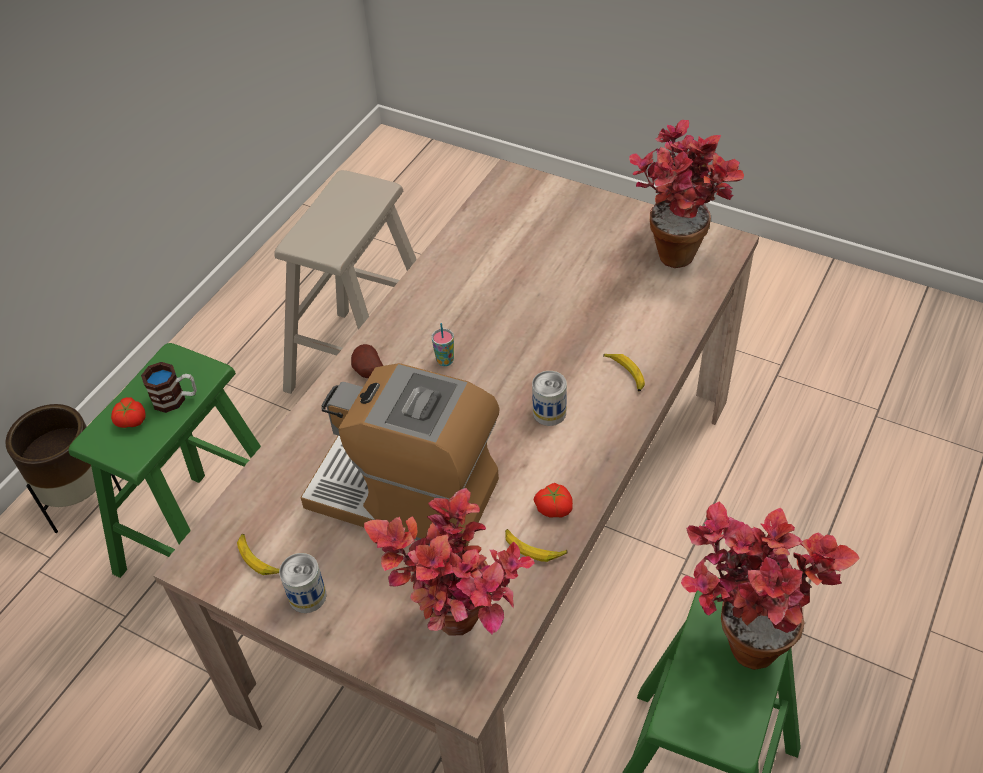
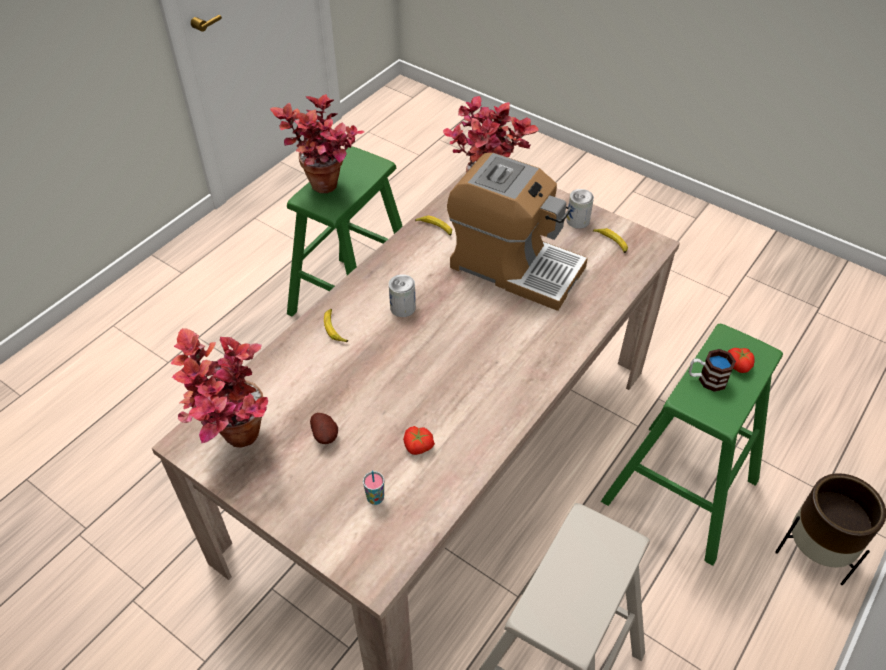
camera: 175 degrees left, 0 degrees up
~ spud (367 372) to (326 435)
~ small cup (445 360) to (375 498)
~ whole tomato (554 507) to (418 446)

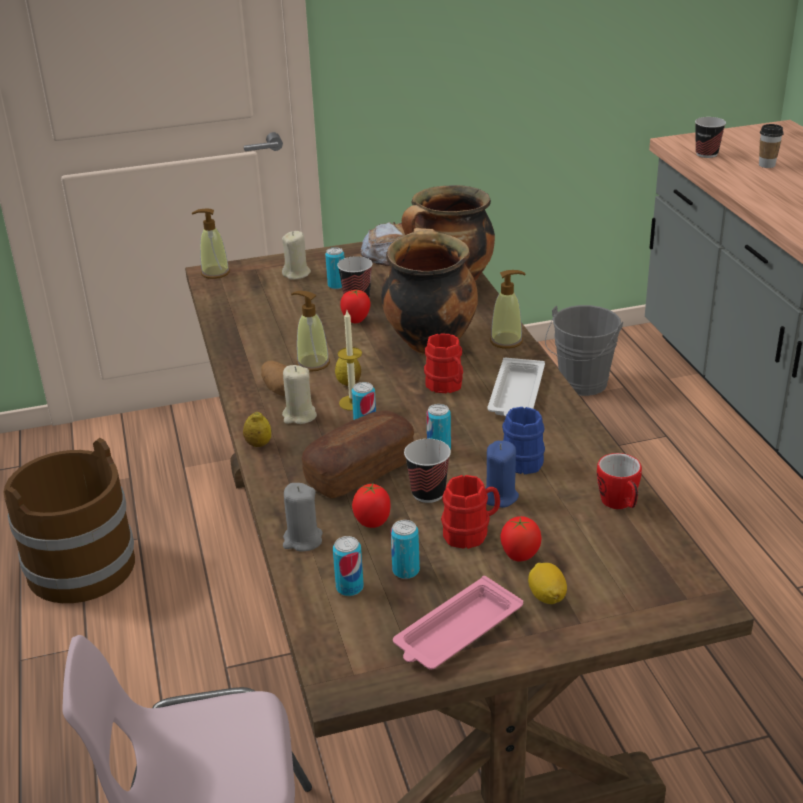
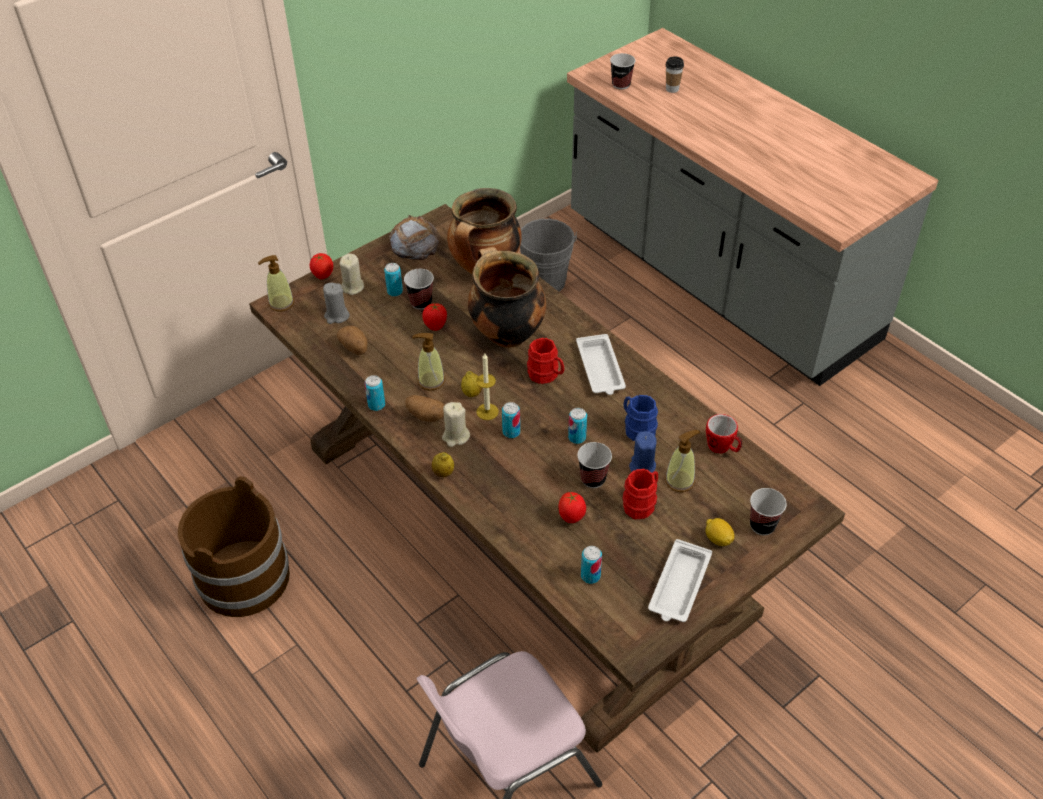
camera: 25 degrees left, 15 degrees up
~ greyish wax light (302 540) to (336 316)
- bread (360 471)
~ sealed can (406 571) to (376 405)
~ pink carrying tray (456 632) to whitish carrying tray (679 586)
~ soap dispenser (506 341) to (680 481)
~ whole tomato (519 557) to (323 276)
+ spud (355 348)
+ small cup (762 525)

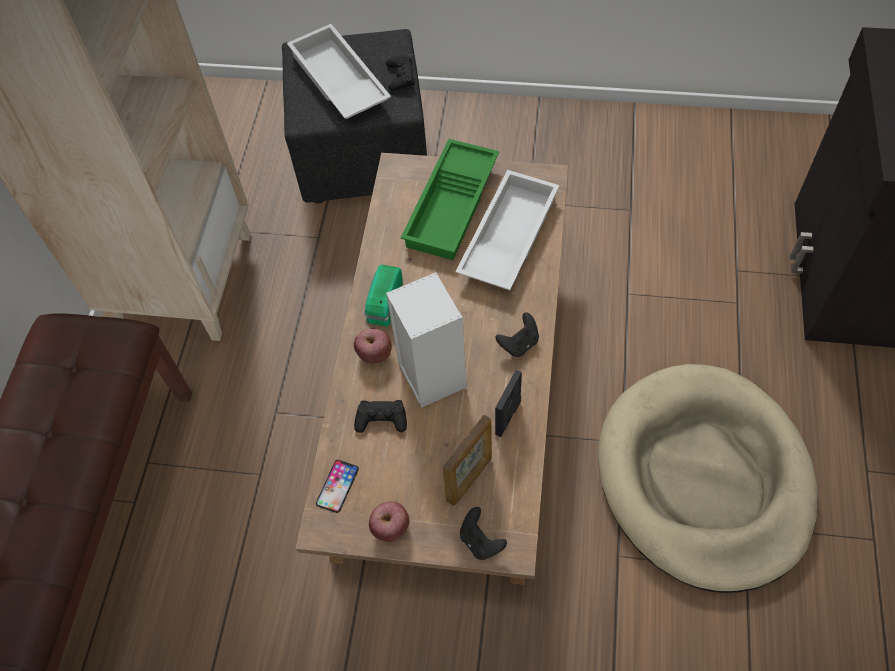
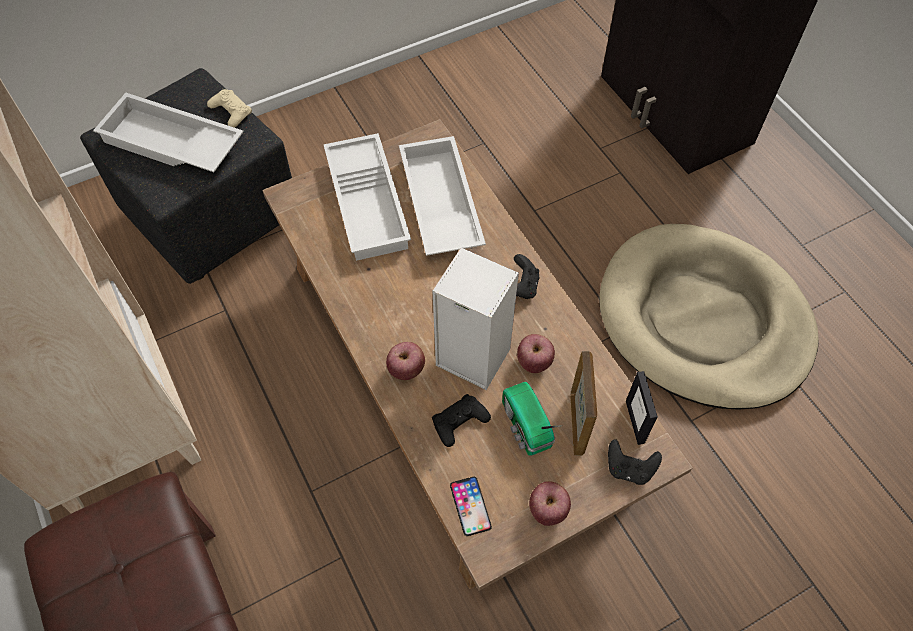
camera: 40 degrees left, 0 degrees up
~ radio receiver (383 304) to (525 427)
~ black-coloured game controller (400 76) to sand-coloured game controller (231 111)
~ greenish carrying tray (453 206) to whitish carrying tray (369 203)
~ picture frame (508 417) to (635 422)
+ whole apple (534 362)

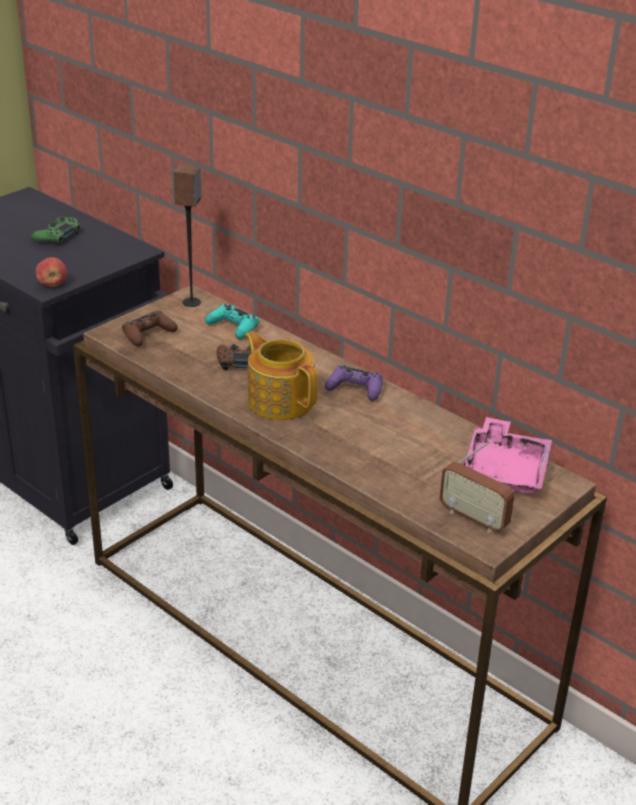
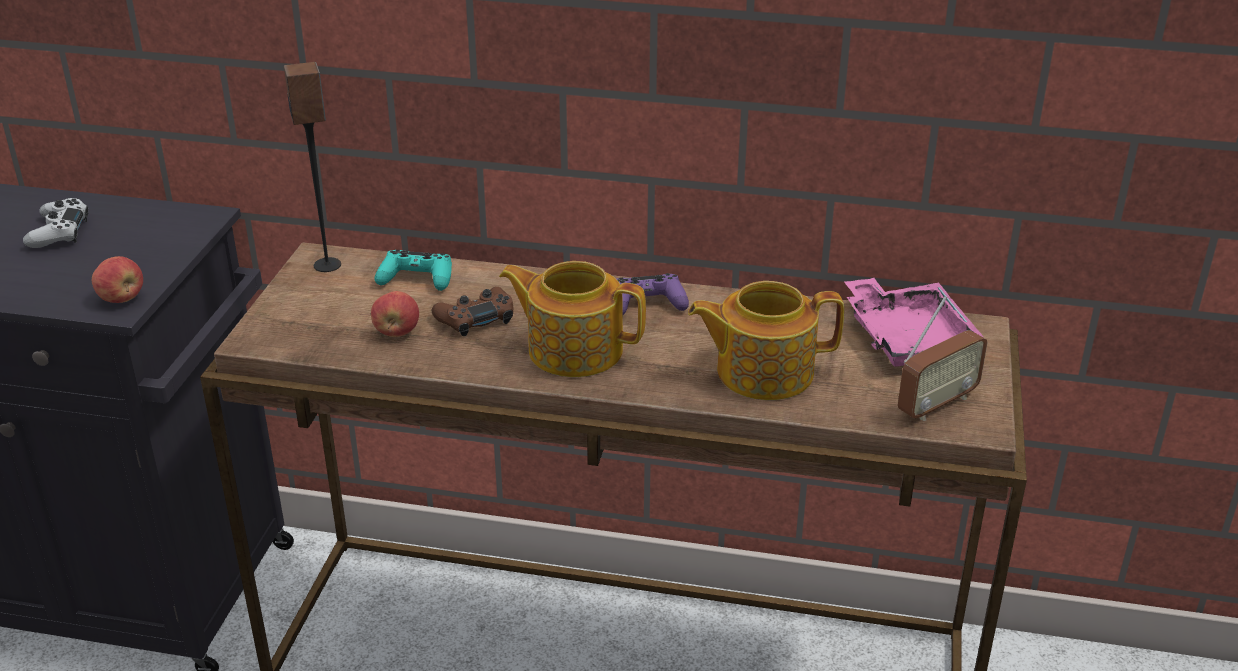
camera: 30 degrees left, 0 degrees up
~ greenish game controller (57 236) to whitish game controller (59 232)
- brown game controller (148 334)
~ radio receiver (473 518) = (936 404) 45 degrees counterclockwise
+ whole apple (397 332)
+ pot for tea (762 371)

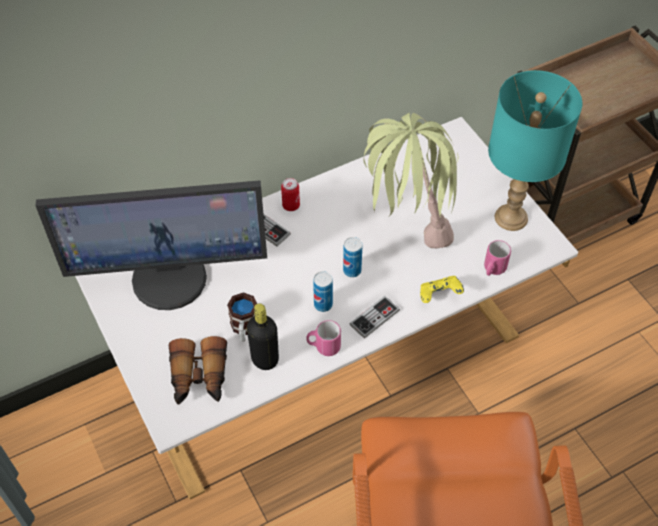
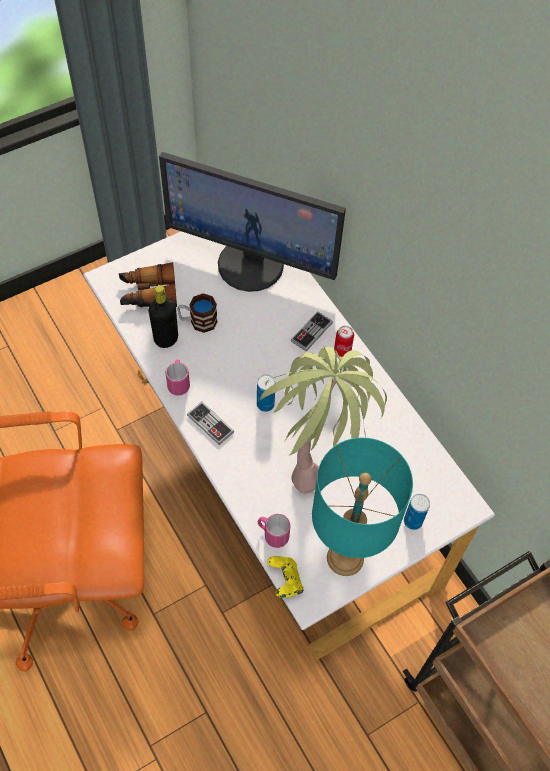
camera: 85 degrees right, 5 degrees up
~ computer screen (170 277) = (252 263) 60 degrees counterclockwise
~ sealed can (323 305) to (413 521)
~ yellow game controller (439 295) to (285 581)

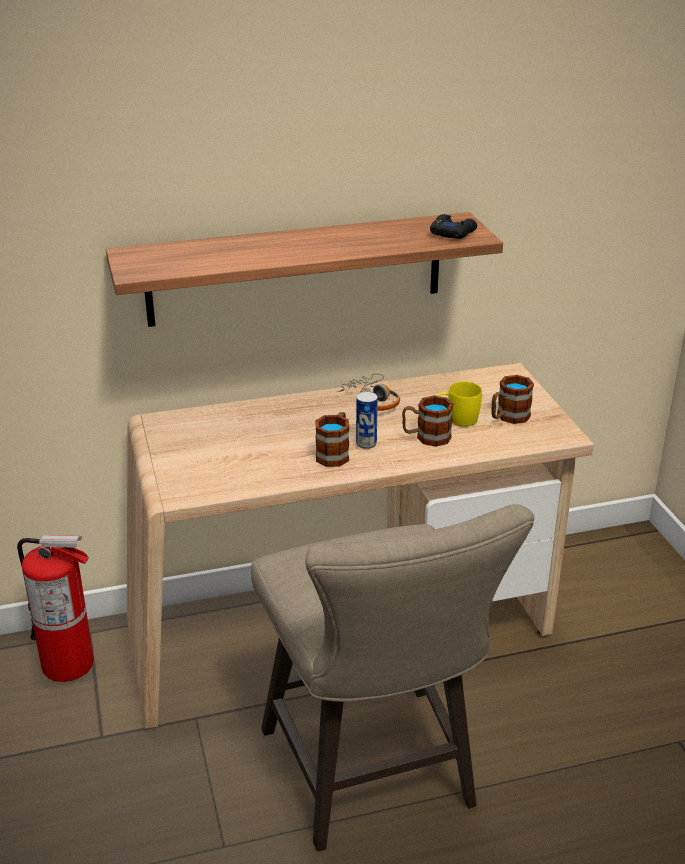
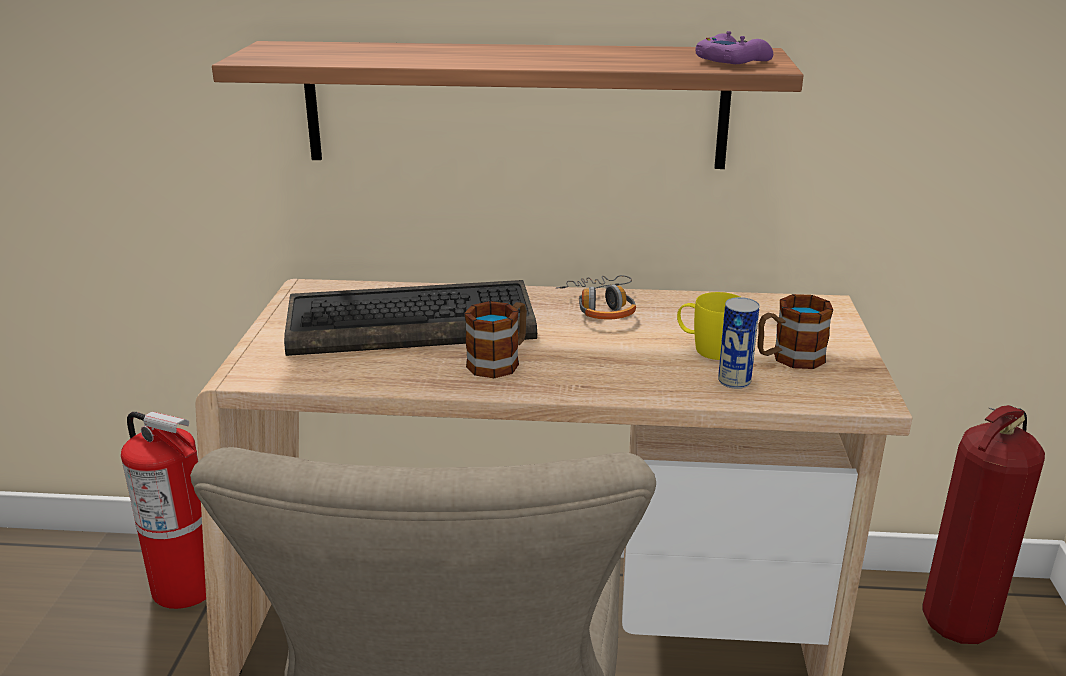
camera: 20 degrees right, 5 degrees down
~ sealed can (366 443) to (734 381)
- mug (426 437)
~ black-coloured game controller (452 233) to purple-coloured game controller (732 61)
+ computer keyboard (413 323)
+ extinguisher (960 623)

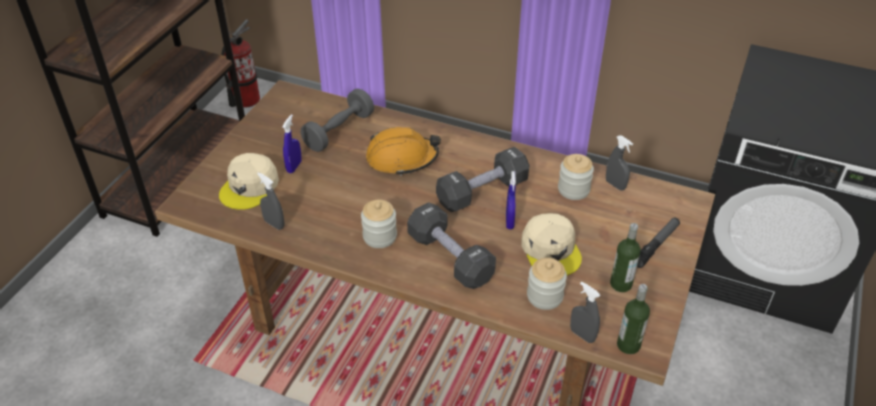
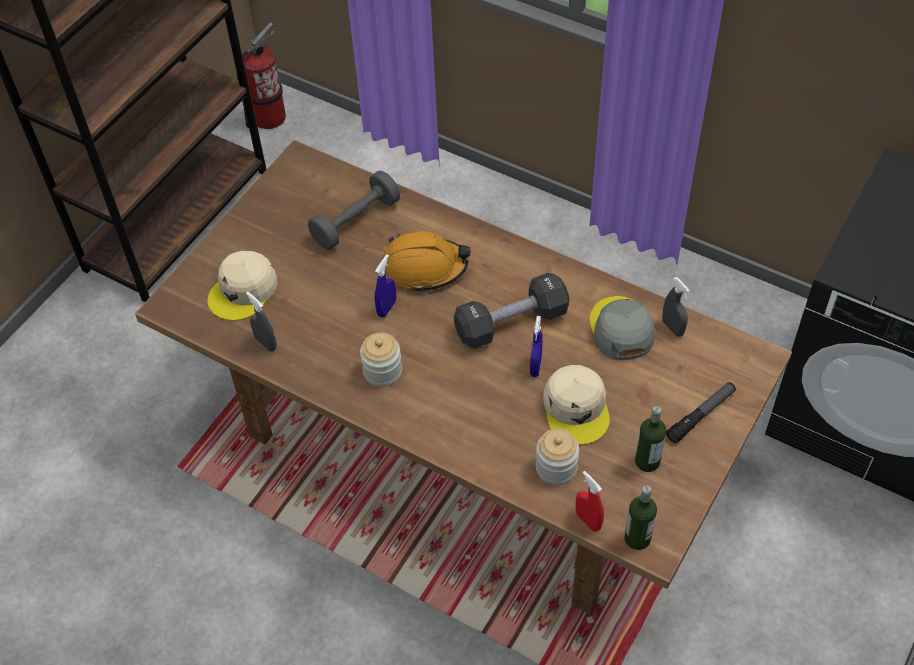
camera: 10 degrees right, 10 degrees up
~ blue-coloured spray bottle (294 167) to (386 308)
- black-coloured free weight (450 258)
~ storage jar (573 189) to greyish baseball cap (621 329)
~ greyish spray bottle (582 335) to red spray bottle (588 520)

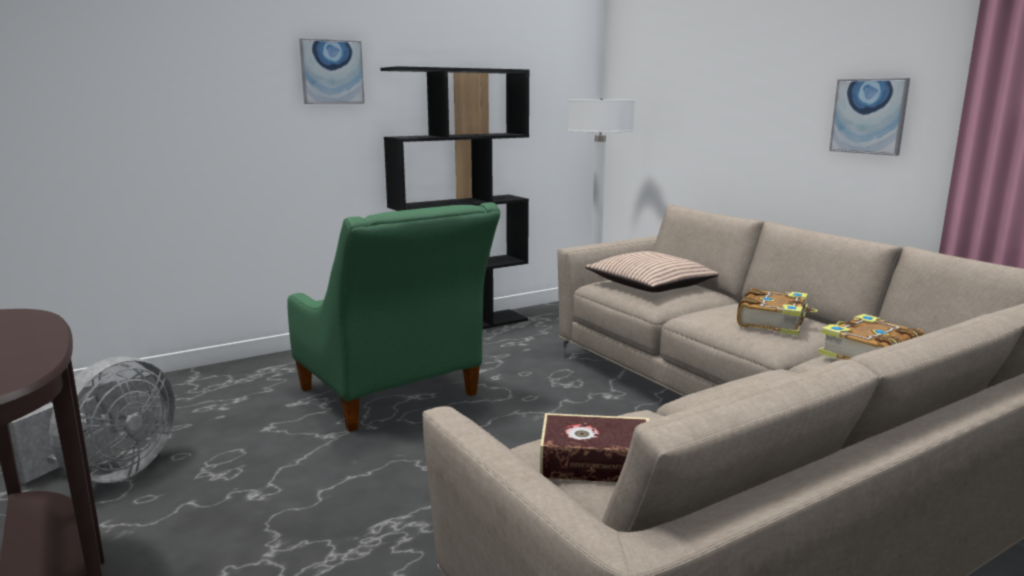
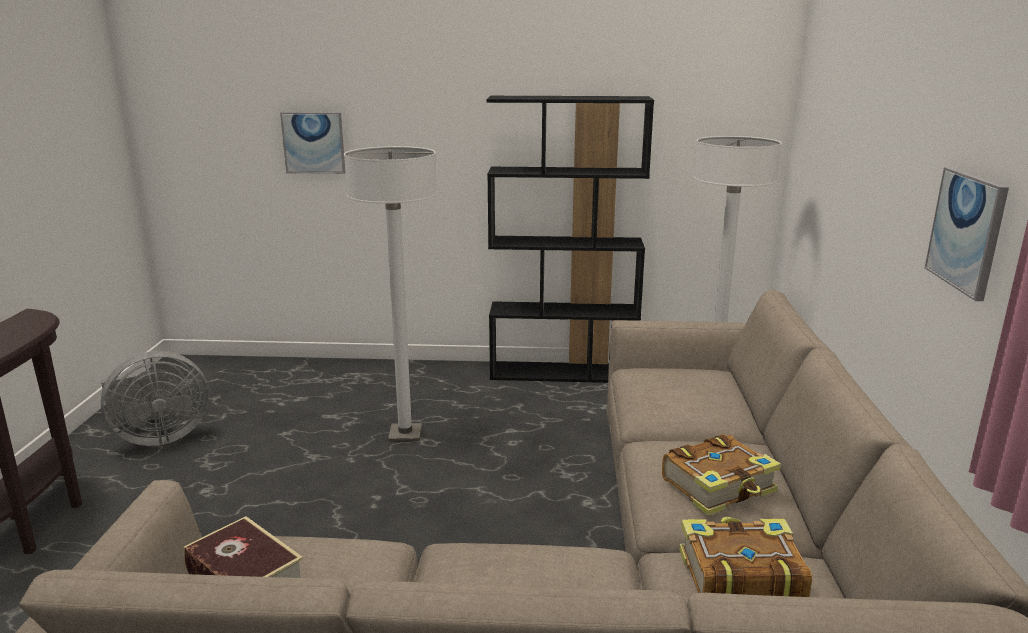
camera: 35 degrees right, 5 degrees up
~ greenish easy chair (394 396) to whitish standard lamp (405 434)
~ picture (332 72) to (313 142)
- pillow (650 285)

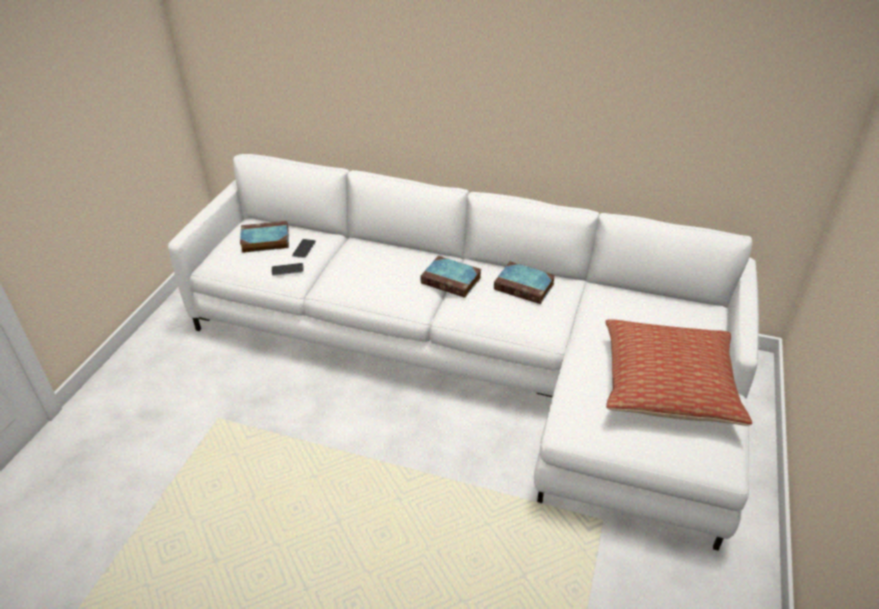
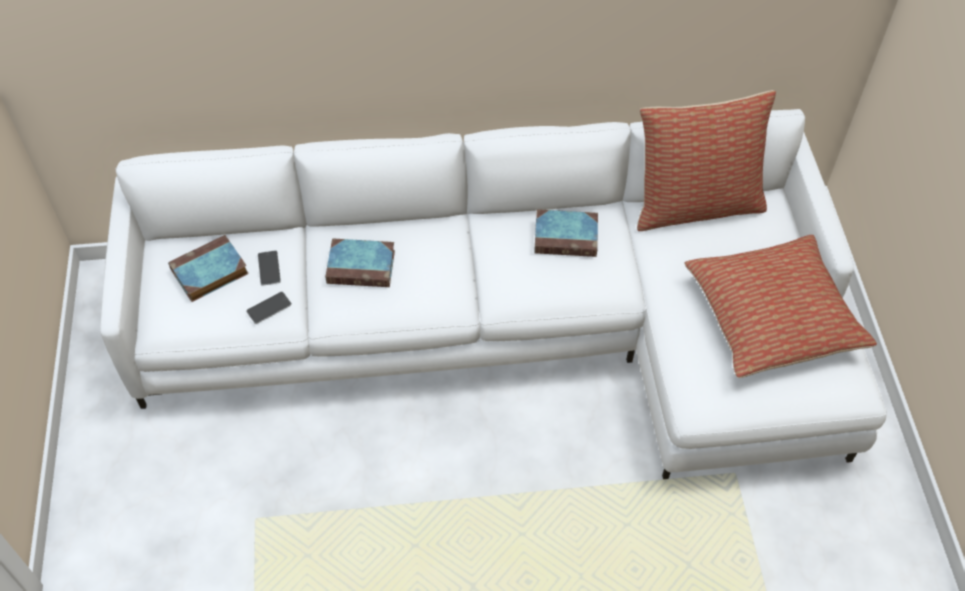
camera: 25 degrees left, 15 degrees up
~ volume (452 280) to (362 266)
+ pillow (695 204)

